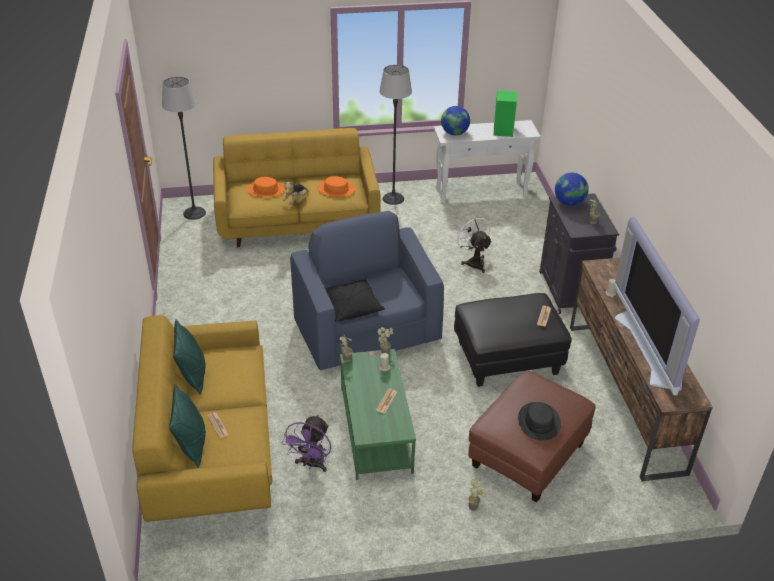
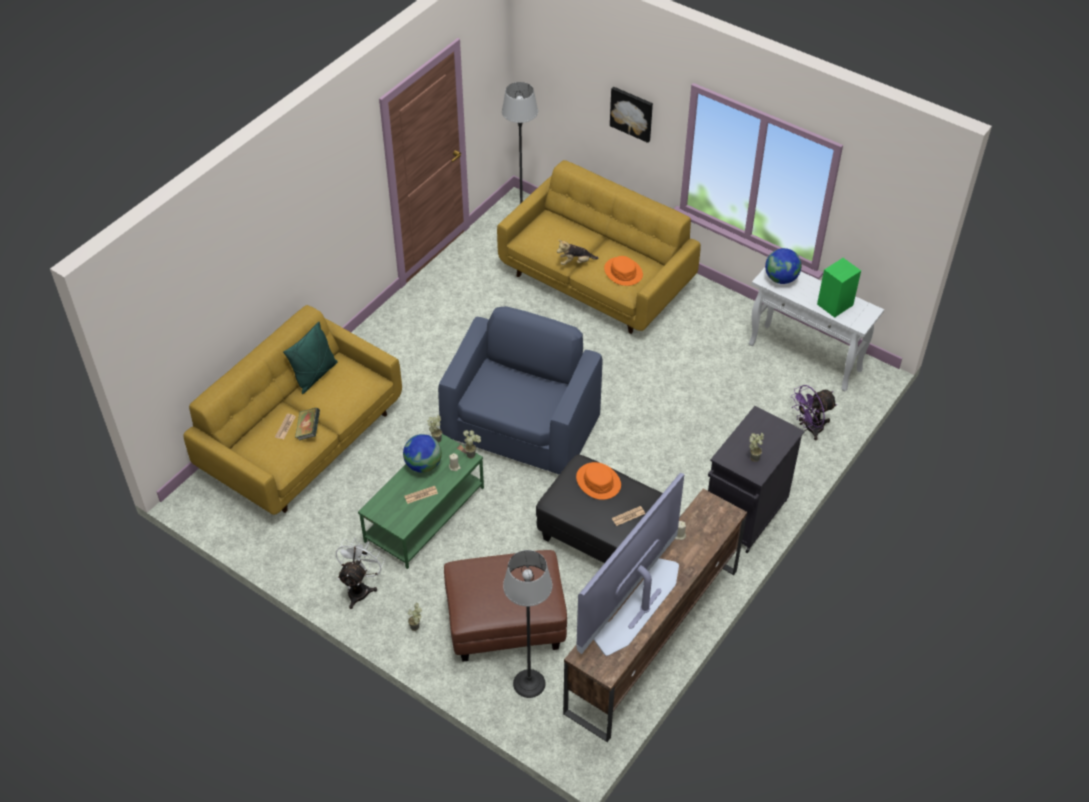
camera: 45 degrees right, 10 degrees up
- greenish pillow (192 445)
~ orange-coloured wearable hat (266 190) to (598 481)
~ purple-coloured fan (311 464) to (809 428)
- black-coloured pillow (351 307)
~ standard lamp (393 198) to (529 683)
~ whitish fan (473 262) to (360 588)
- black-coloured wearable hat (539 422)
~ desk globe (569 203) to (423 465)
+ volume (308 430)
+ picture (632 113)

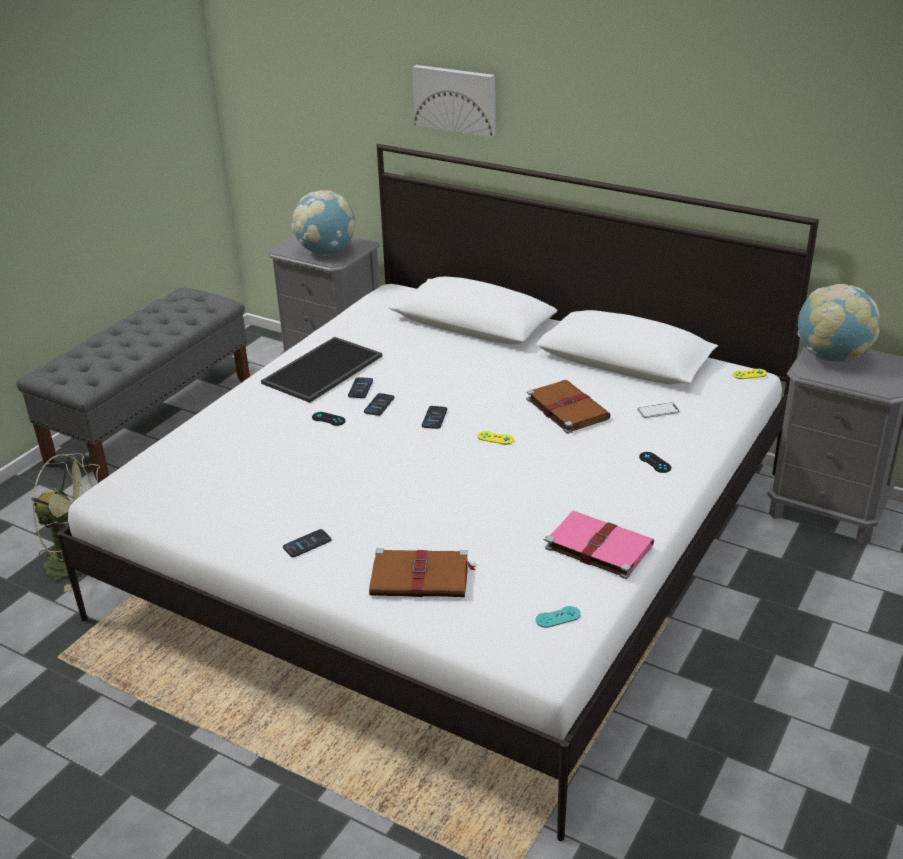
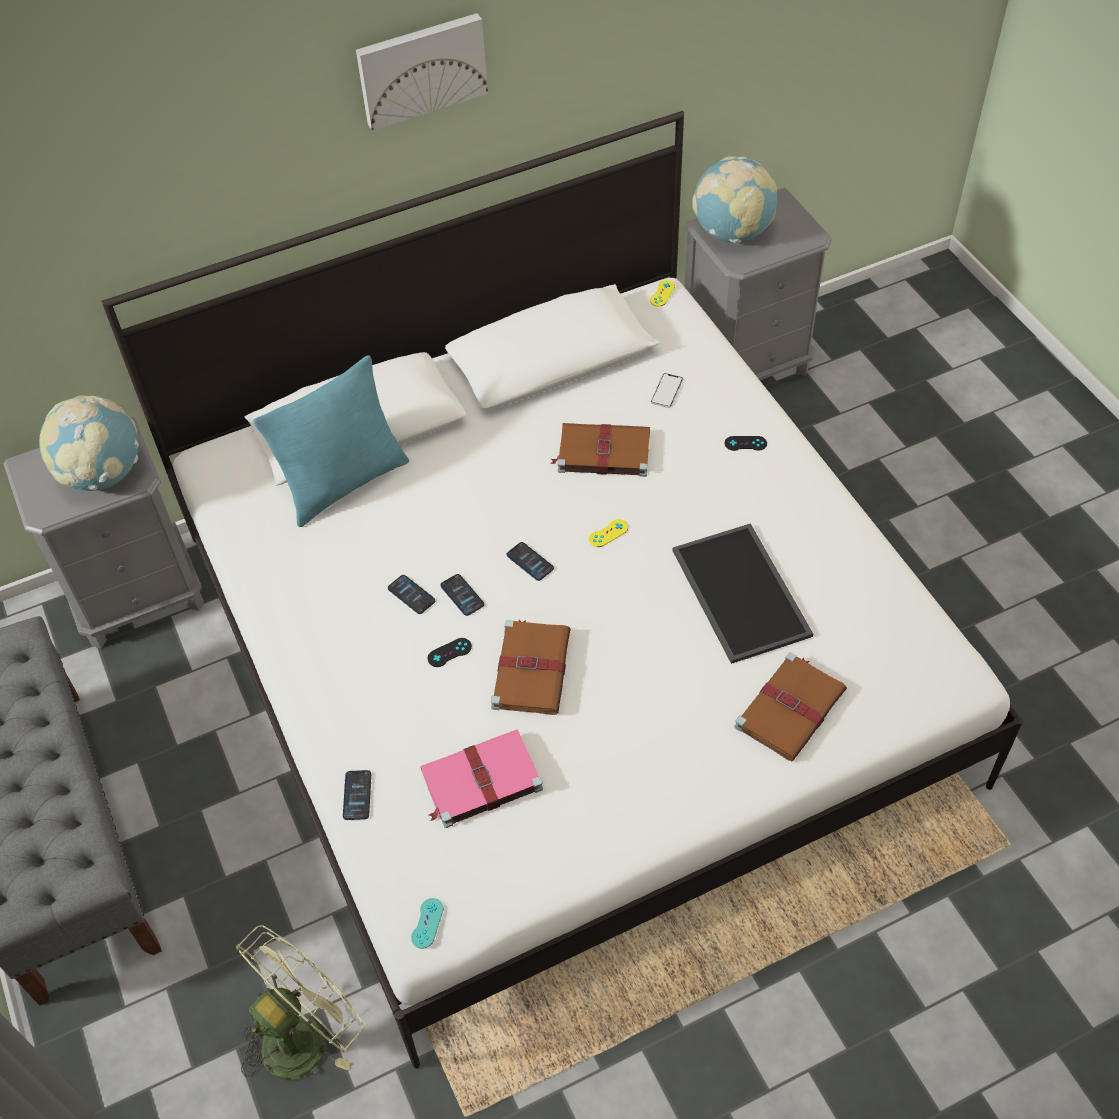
camera: 55 degrees left, 20 degrees up
~ carrying tray (323 370) to (743 593)
~ handset (307 544) to (357 795)
~ picture (456 99) to (421 69)
~ turquoise-coloured game controller (558 617) to (427 923)
~ pink volume (597 546) to (479 781)
+ turquoise-coloured pillow (345 483)
+ brown volume (531 668)

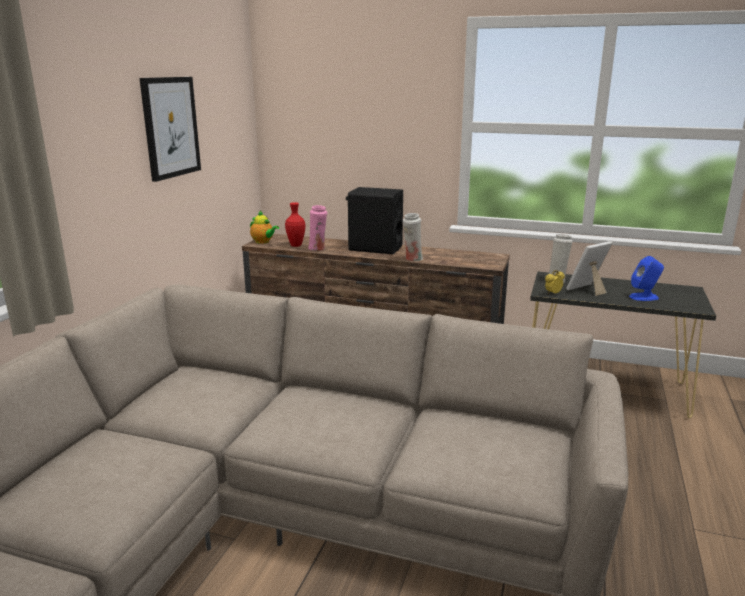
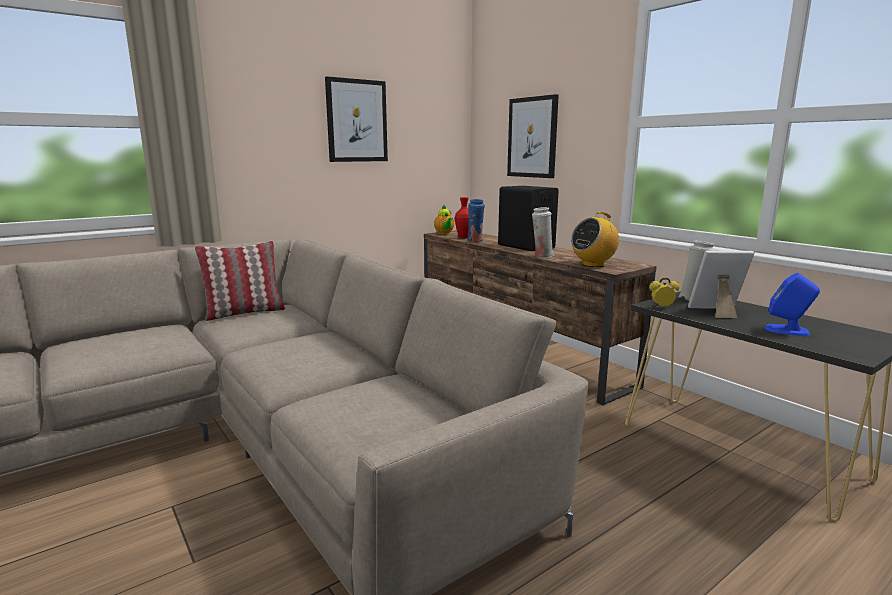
camera: 35 degrees right, 5 degrees down
~ pink flower vase (318 249) to blue-coloured flower vase (475 241)
+ pillow (244 313)
+ picture (532 137)
+ radio receiver (593 264)

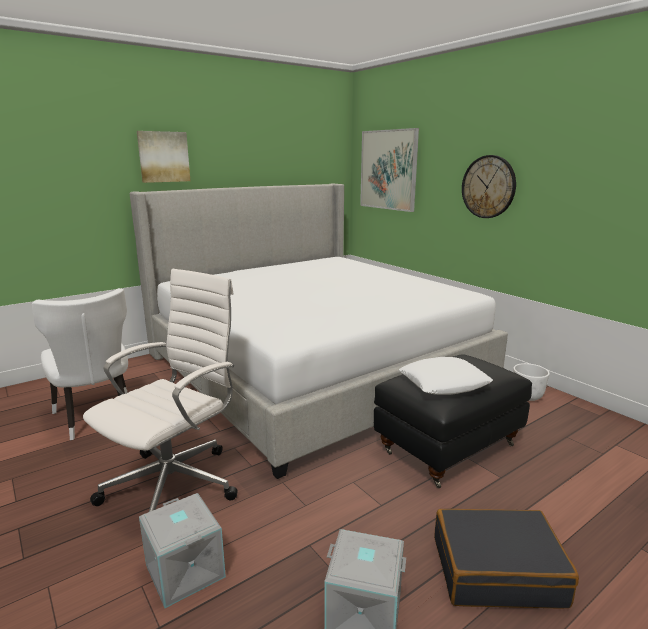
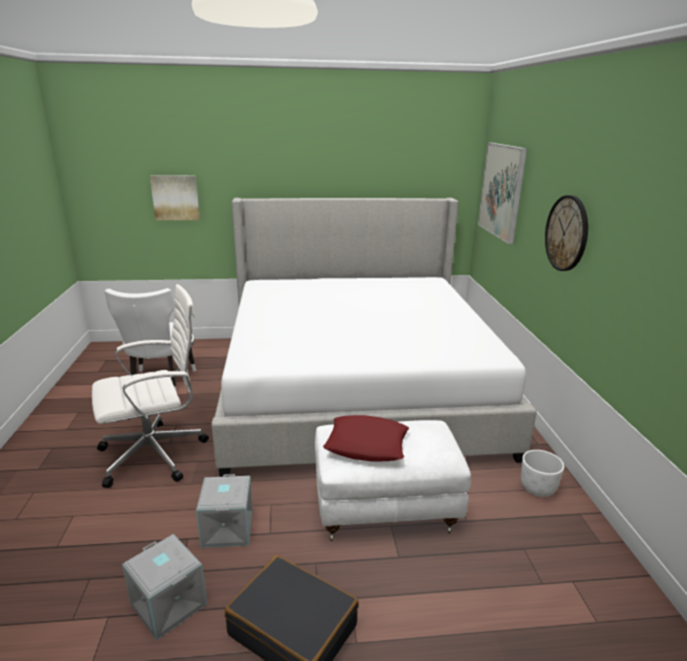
camera: 30 degrees right, 5 degrees up
~ picture (163 157) to (175 197)
~ greyish storage box (183 571) to (226 528)
~ black-coloured footrest (448 447) to whitish footrest (385 508)
~ whitish pillow (444 383) to red pillow (367 445)

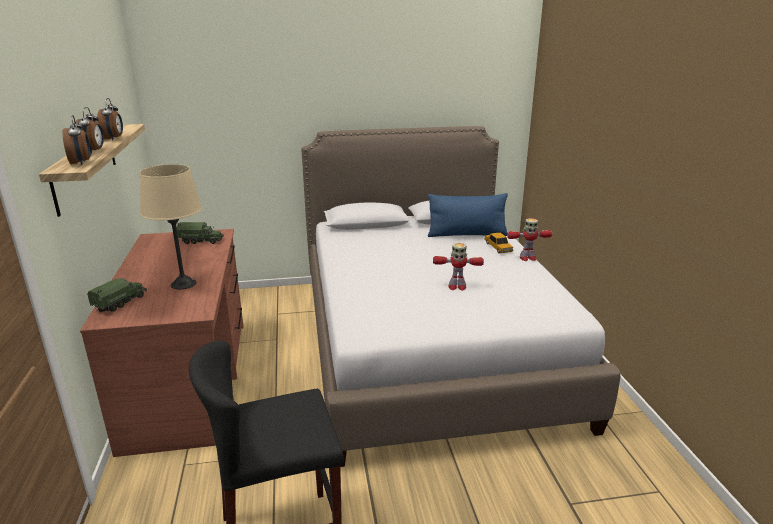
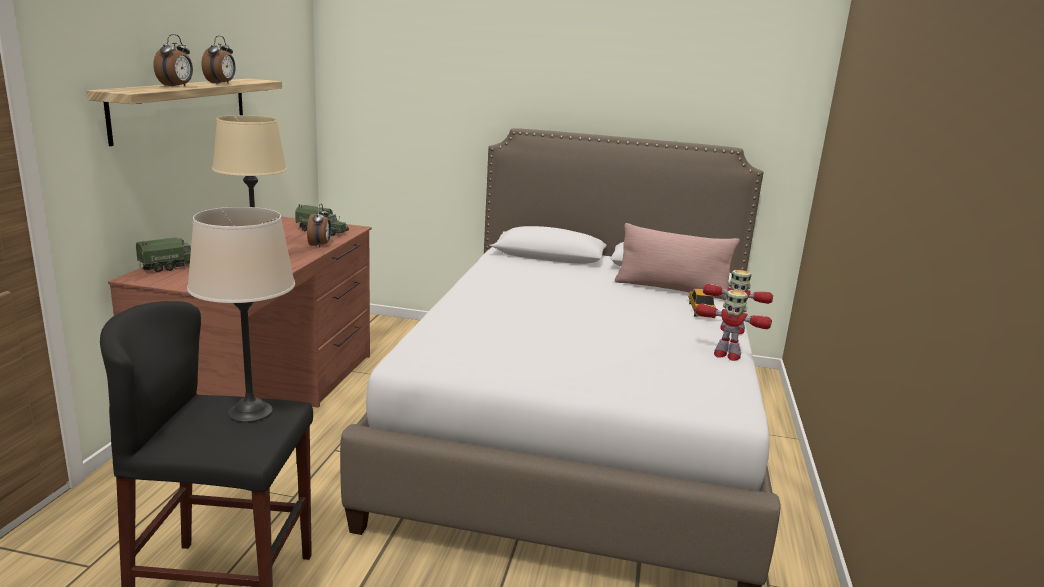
camera: 20 degrees right, 5 degrees down
~ alarm clock (81 163) to (320 245)
~ blue-coloured pillow (466 234) to pink pillow (671 289)
~ toy robot (456 287) to (726 355)
+ sand-coloured tabletop lamp (251 412)

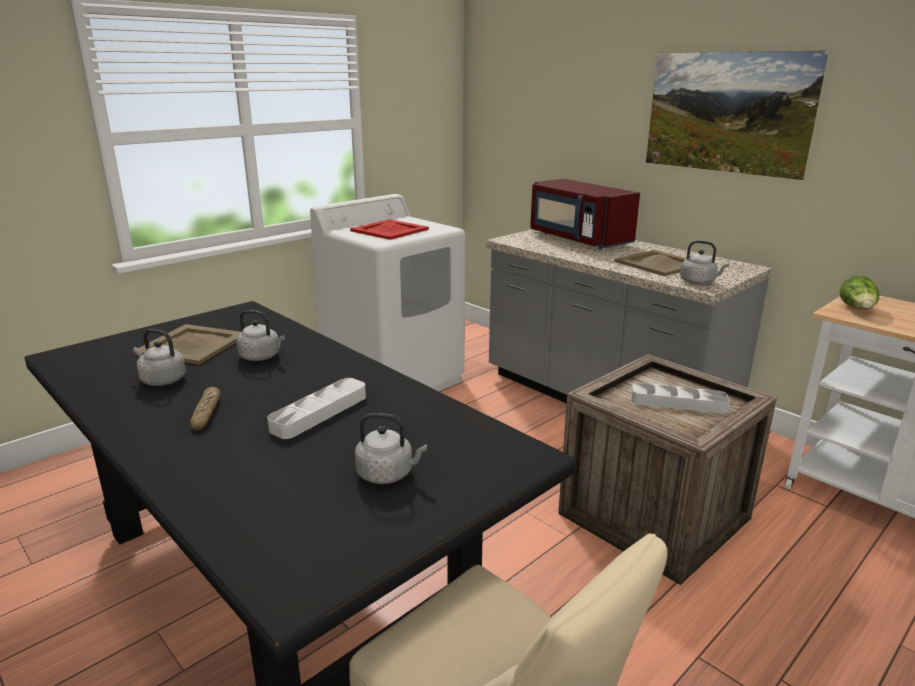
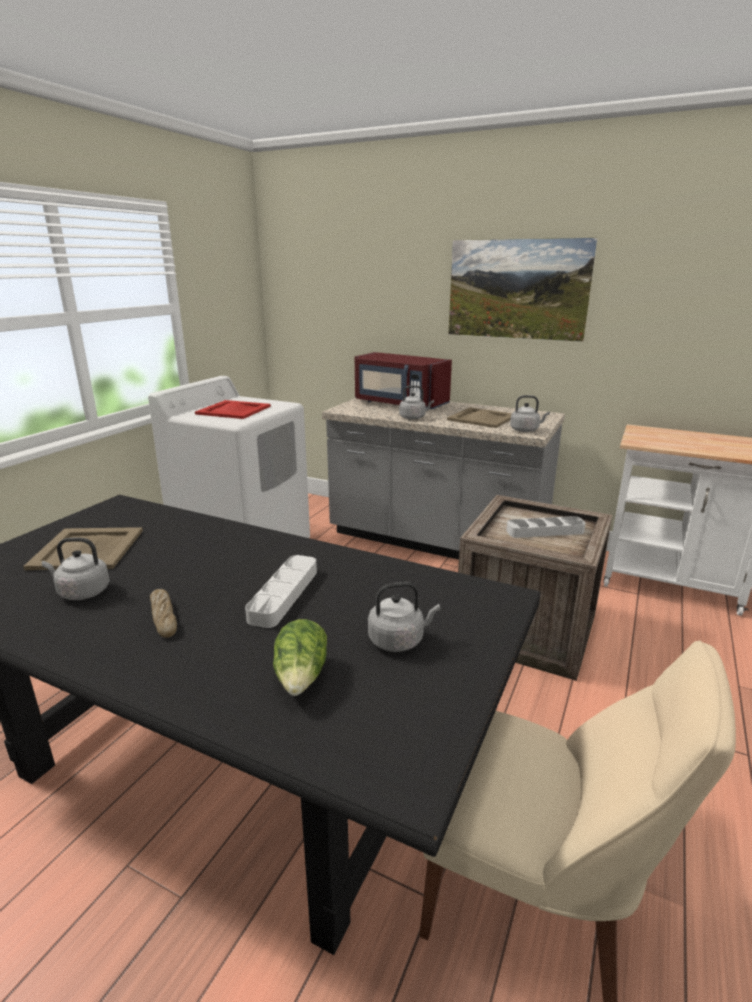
camera: 20 degrees left, 0 degrees up
~ greyish kettle (262 357) to (414 418)
~ lettuce head (857 309) to (301 677)

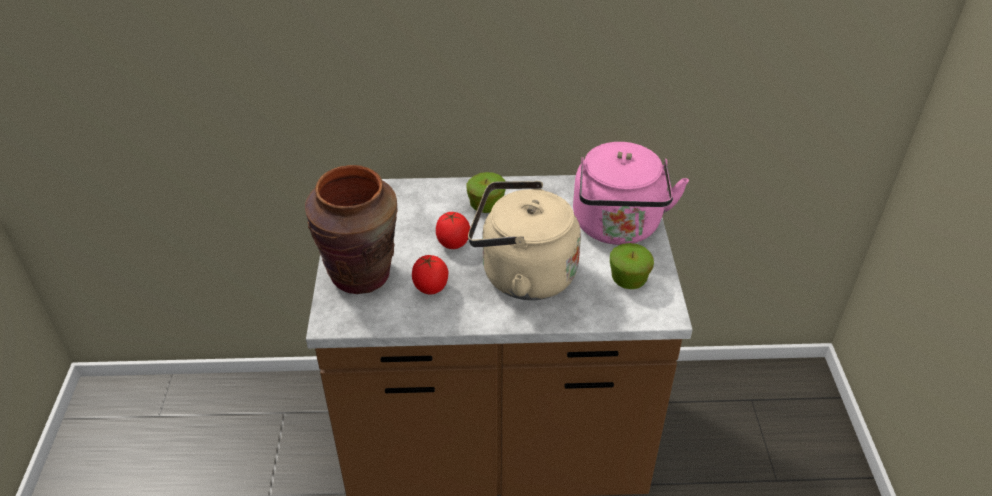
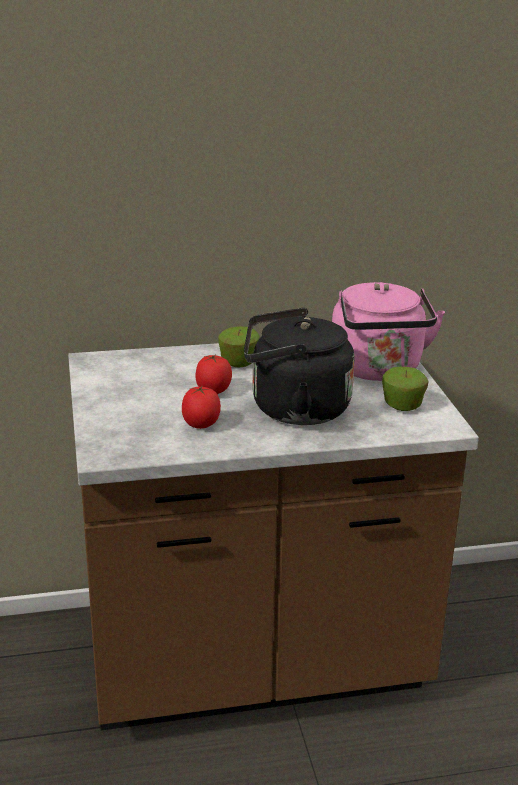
camera: 10 degrees left, 15 degrees down
- brown flower vase (361 275)
~ sand-coloured kettle (522 275) to black-coloured kettle (293 409)

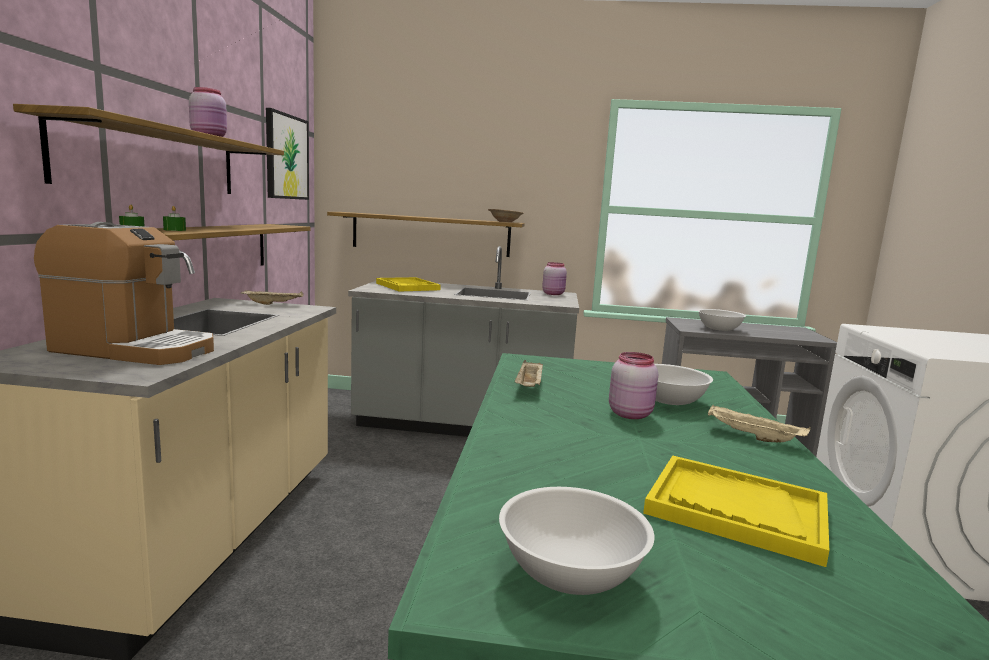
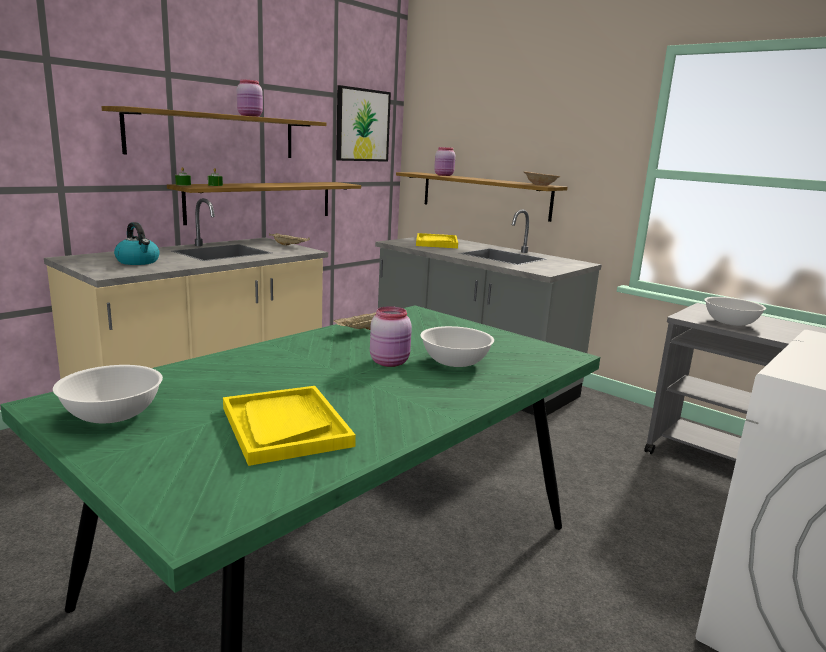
camera: 35 degrees right, 5 degrees up
~ coffee maker (135 349) to kettle (138 262)
~ pink storage jar (554 294) to (444 175)
- sand-coloured carrying tray (752 437)

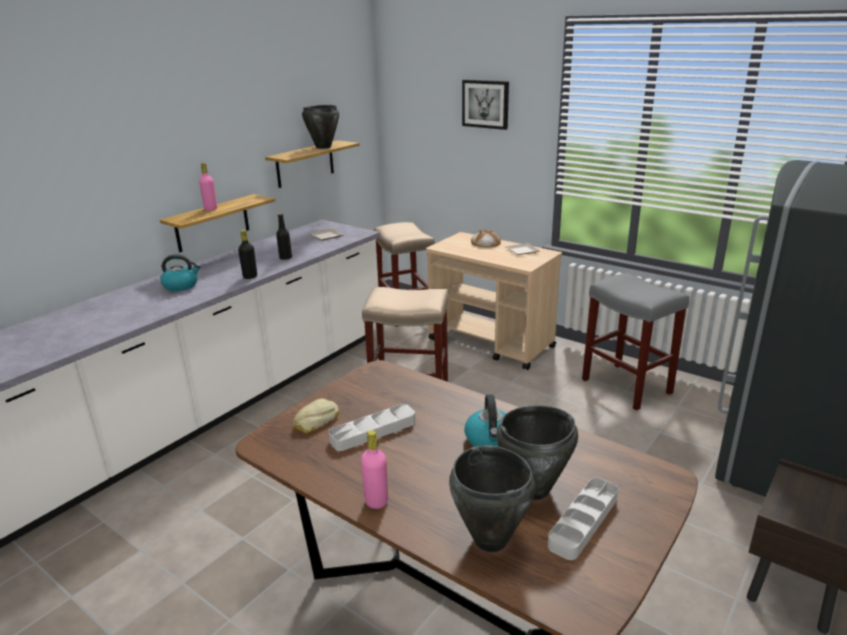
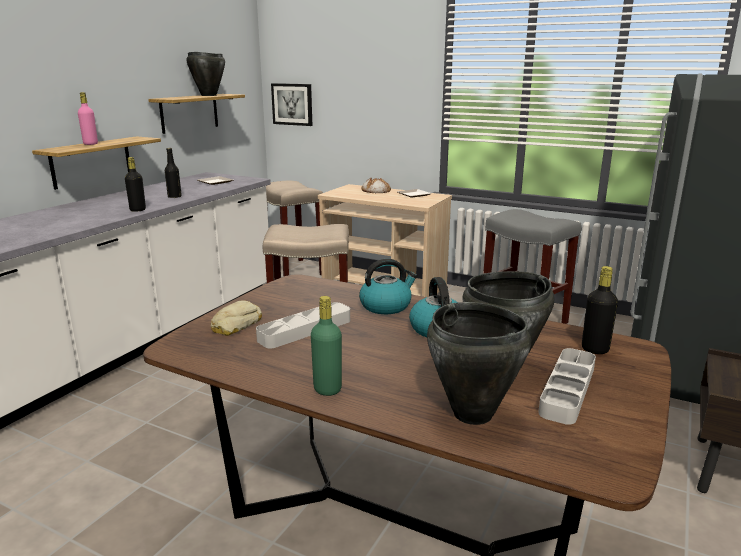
camera: 10 degrees left, 5 degrees down
~ kettle (181 286) to (386 306)
~ pink bottle (376 501) to greenish bottle (327 389)
~ picture (485 104) to (292 104)
+ black-coloured bottle (595 349)

